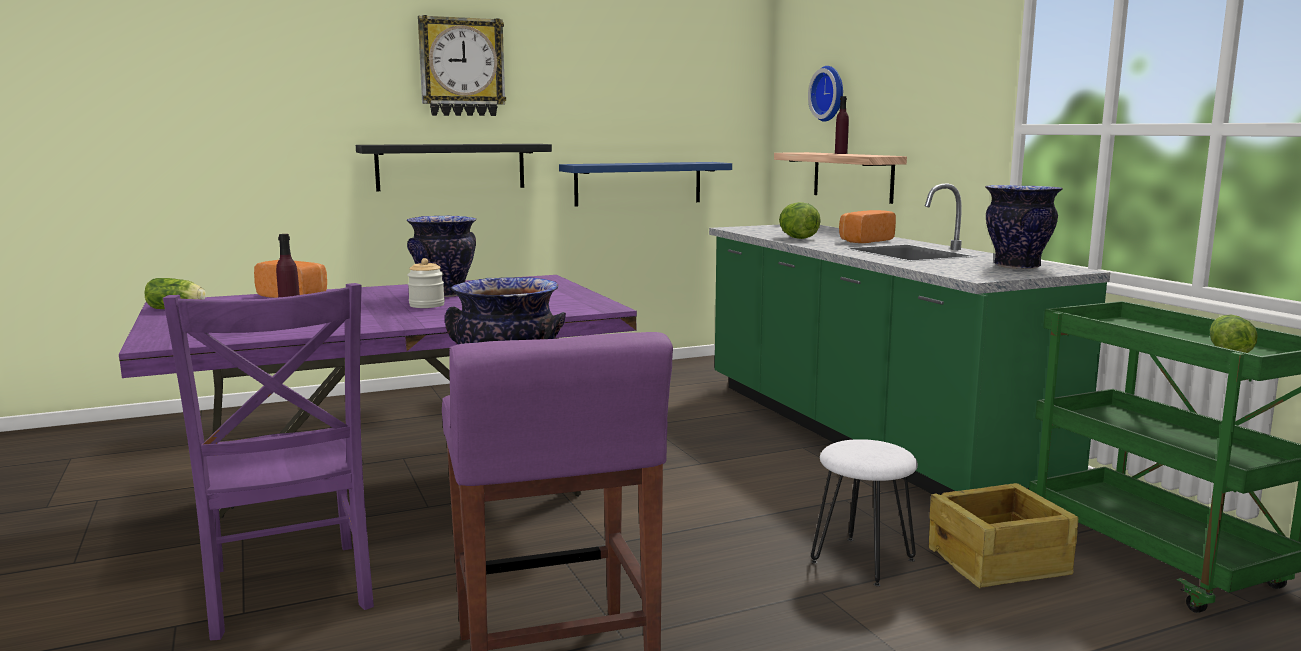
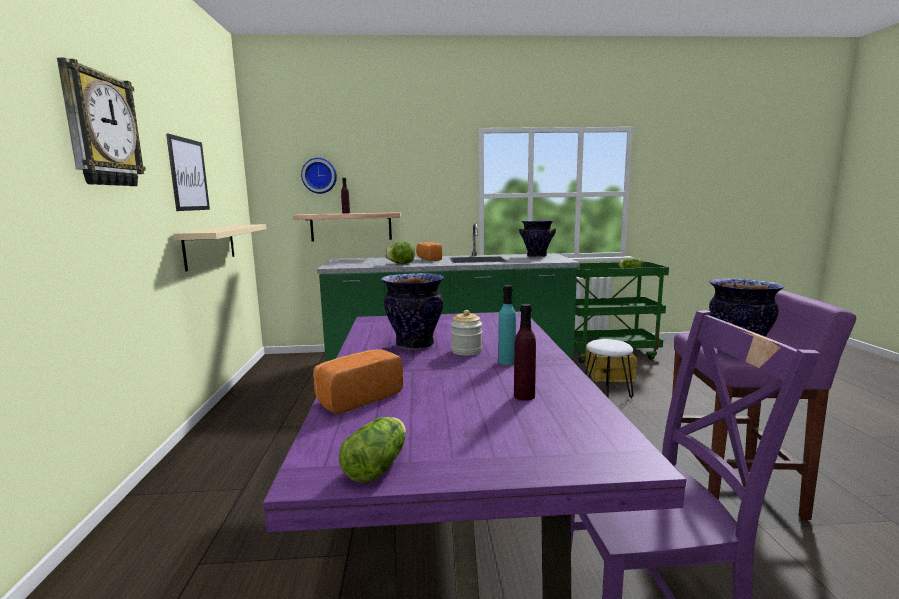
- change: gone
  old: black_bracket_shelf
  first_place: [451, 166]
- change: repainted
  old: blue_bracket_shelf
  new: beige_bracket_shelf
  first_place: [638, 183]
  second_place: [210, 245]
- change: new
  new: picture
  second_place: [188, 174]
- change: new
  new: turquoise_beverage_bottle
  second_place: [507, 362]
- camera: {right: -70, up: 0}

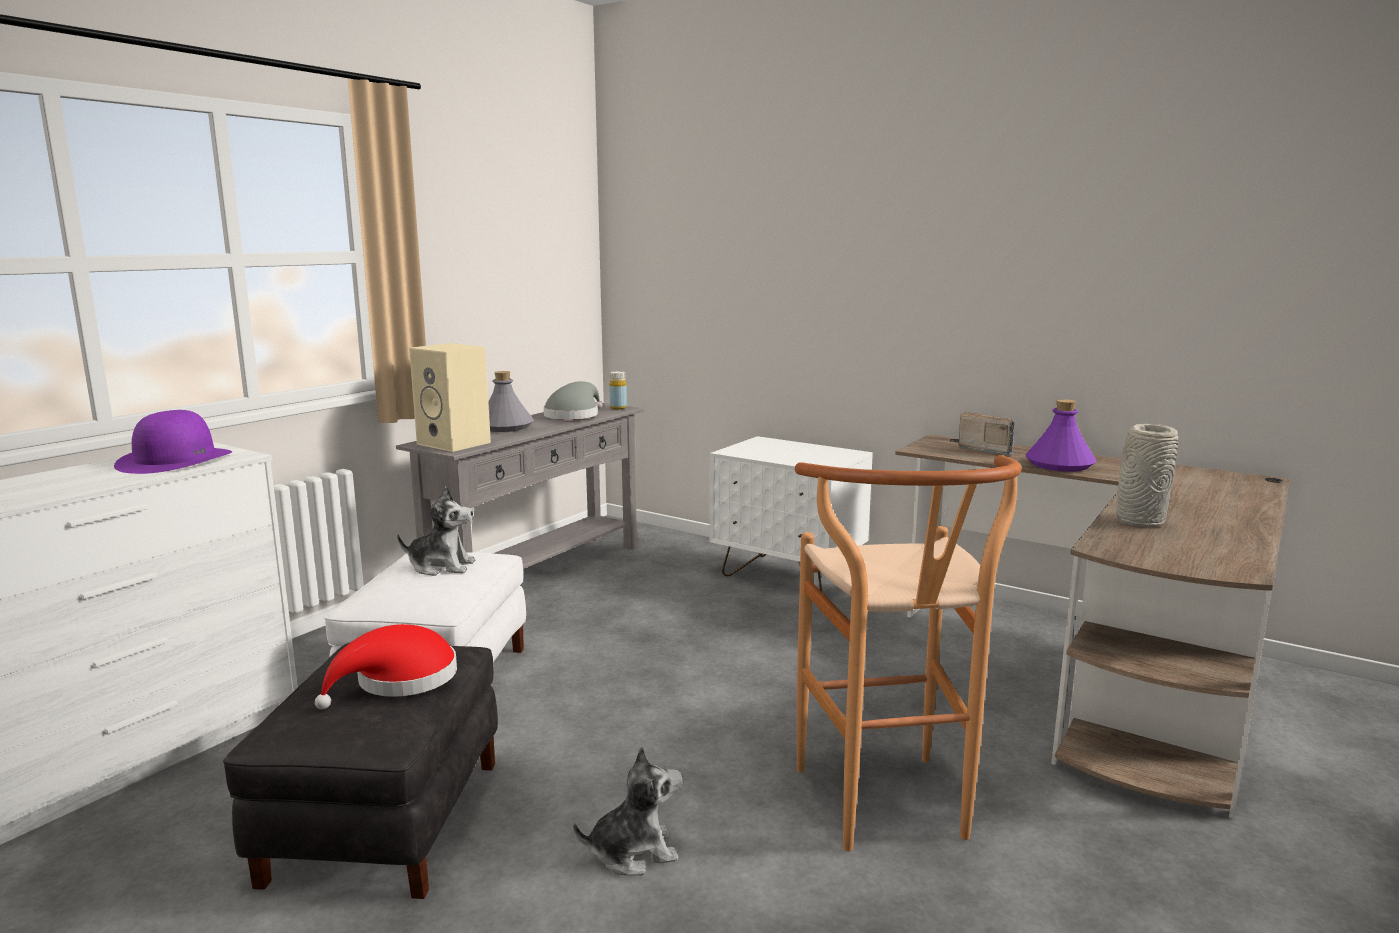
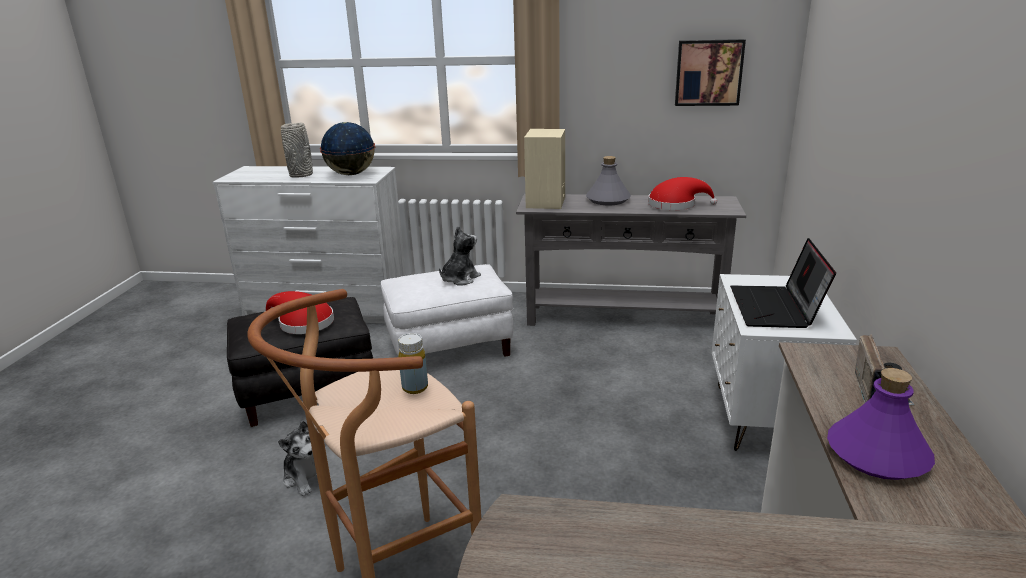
- change: shifted
  old: yellow-coloured_beverage_bottle
  first_place: [618, 408]
  second_place: [415, 387]
- change: repainted
  old: grey_clothing_hat
  new: red_clothing_hat
  first_place: [574, 415]
  second_place: [675, 205]
- change: swapped
  old: purple-coloured_clothing_hat
  new: globe
  first_place: [175, 460]
  second_place: [351, 174]
- change: shifted
  old: grey_flower_vase
  first_place: [1138, 521]
  second_place: [301, 175]
- change: rotated
  old: cuddly_toy
  first_place: [441, 566]
  second_place: [459, 279]
  degrees: -120
- change: new
  new: picture
  second_place: [708, 72]
- change: new
  new: laptop
  second_place: [776, 308]
- camera: {right: 65, up: 10}

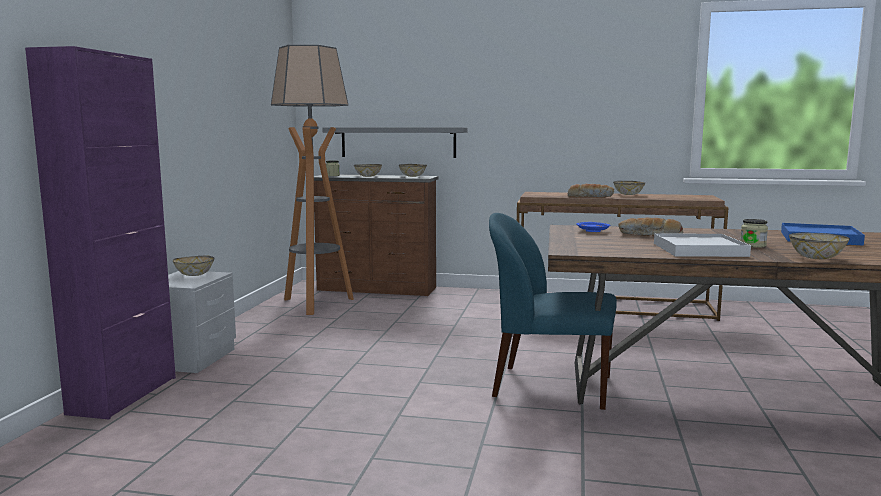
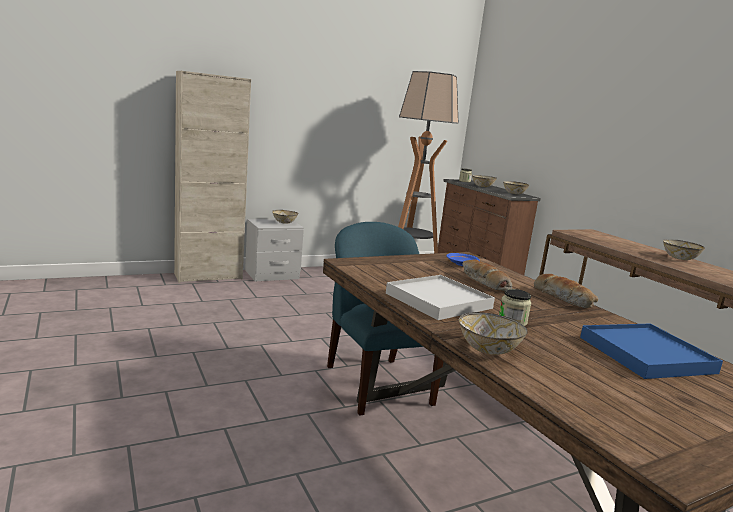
- change: repainted
  old: purple-coloured_cupboard
  new: beige_cupboard
  first_place: [124, 395]
  second_place: [208, 276]
- change: gone
  old: grey_bracket_shelf
  first_place: [398, 142]
- change: shifted
  old: bakery_bread
  first_place: [590, 196]
  second_place: [564, 298]
- camera: {right: 50, up: 5}

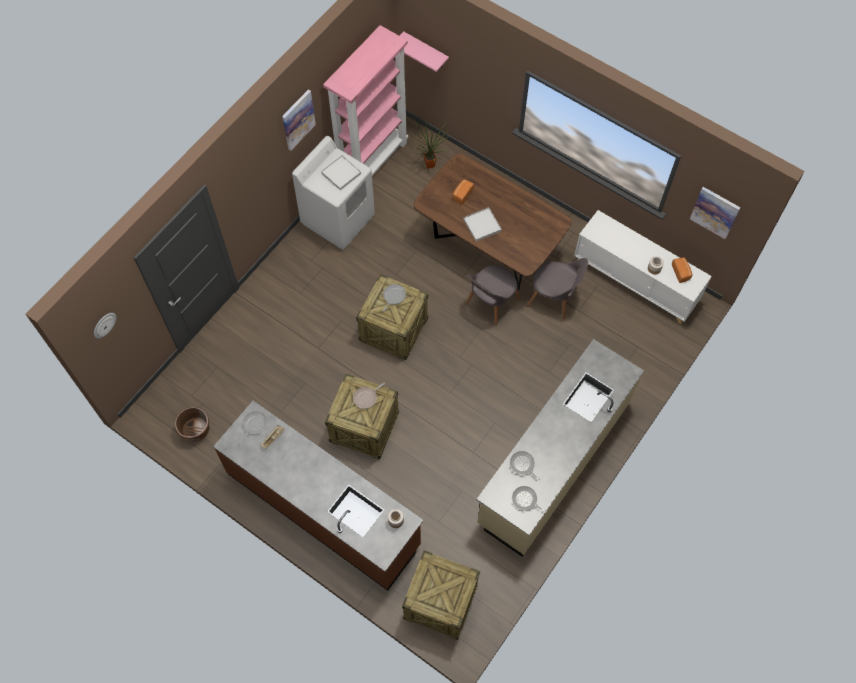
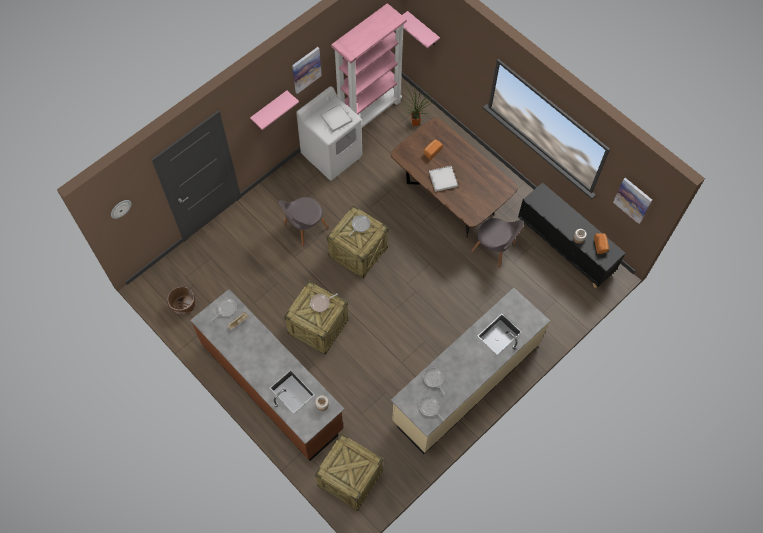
- change: repainted
  old: whitish_cupboard
  new: black_cupboard
  first_place: [635, 281]
  second_place: [565, 247]
- change: shifted
  old: grey_chair
  first_place: [491, 302]
  second_place: [304, 227]
- change: new
  new: pink-coloured_bracket_shelf
  second_place: [269, 109]
- camera: {right: 10, up: 0}

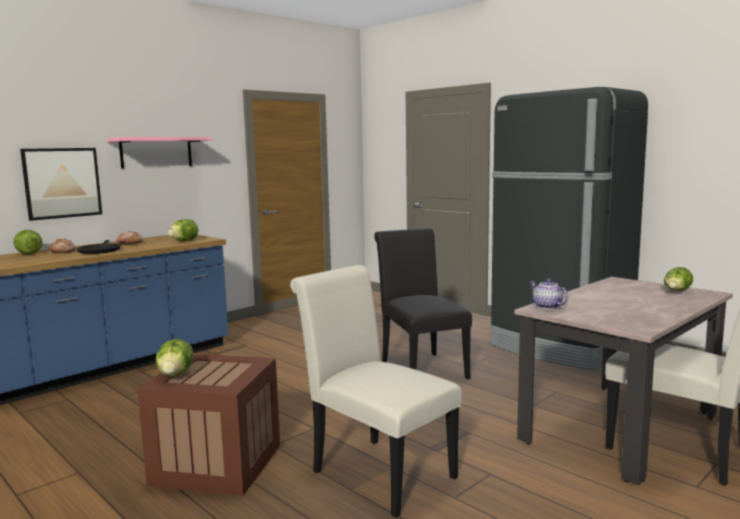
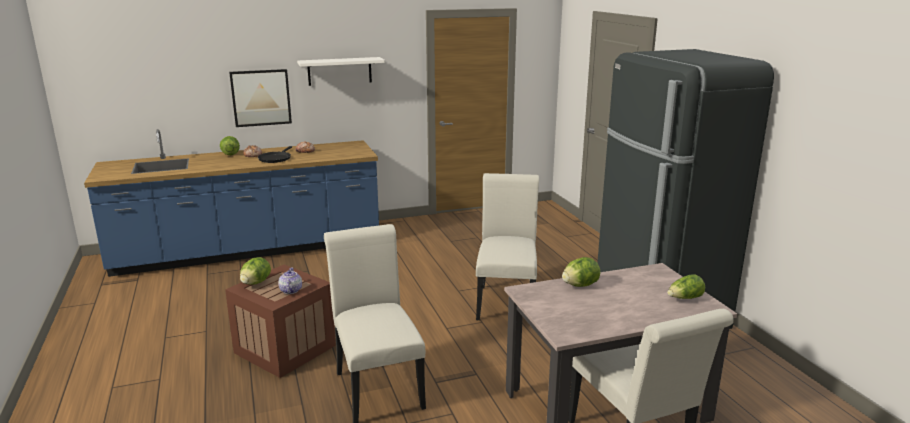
- change: repainted
  old: pink-coloured_bracket_shelf
  new: whitish_bracket_shelf
  first_place: [156, 152]
  second_place: [339, 71]
- change: shifted
  old: lettuce_head
  first_place: [184, 241]
  second_place: [580, 285]
- change: repainted
  old: black_chair
  new: whitish_chair
  first_place: [421, 367]
  second_place: [506, 301]
- change: shifted
  old: tea_pot
  first_place: [547, 306]
  second_place: [290, 290]
- camera: {right: 25, up: 10}

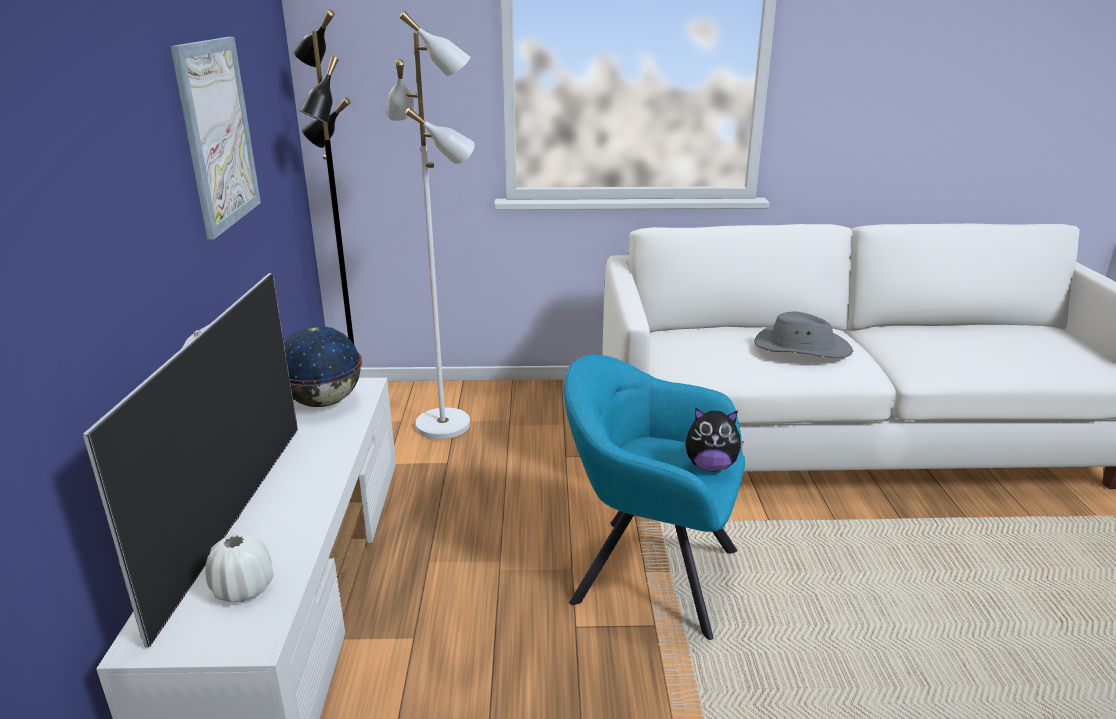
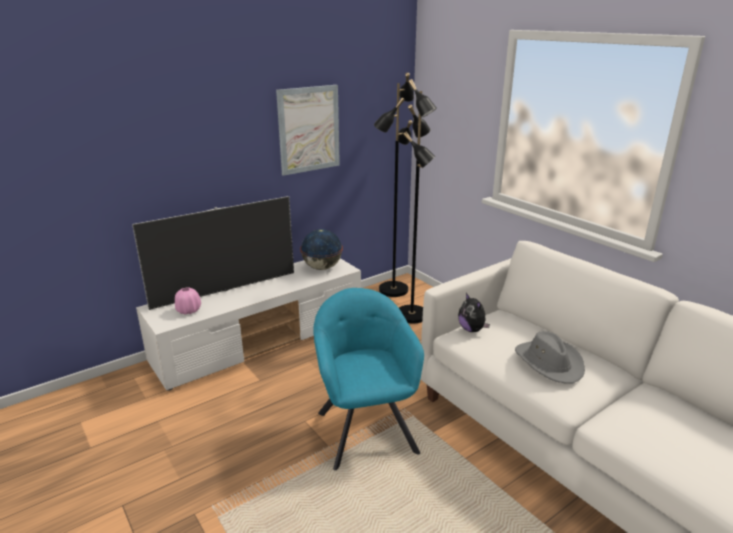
- change: repainted
  old: whitish_standing_lamp
  new: black_standing_lamp
  first_place: [444, 424]
  second_place: [413, 315]
- change: shifted
  old: cuddly_toy
  first_place: [710, 466]
  second_place: [472, 329]
- change: repainted
  old: whitish_flower_vase
  new: pink-coloured_flower_vase
  first_place: [243, 589]
  second_place: [188, 310]
- camera: {right: 55, up: 0}

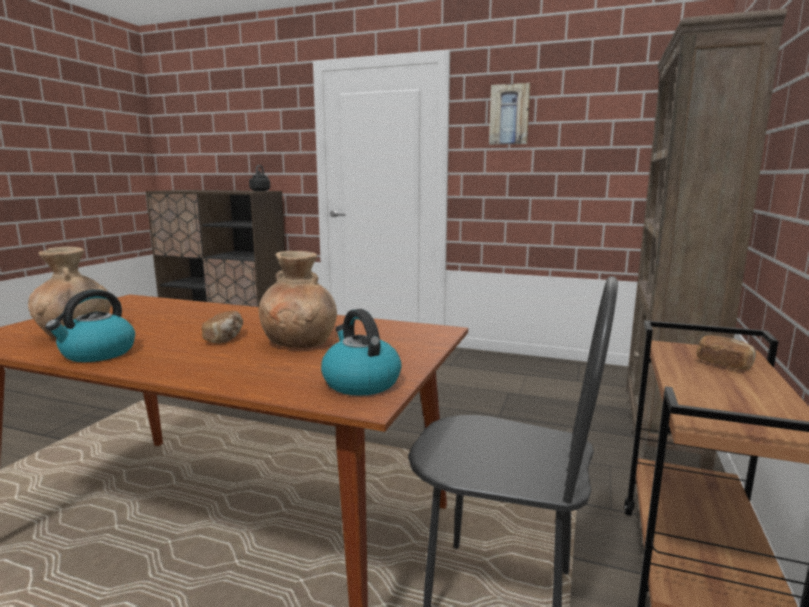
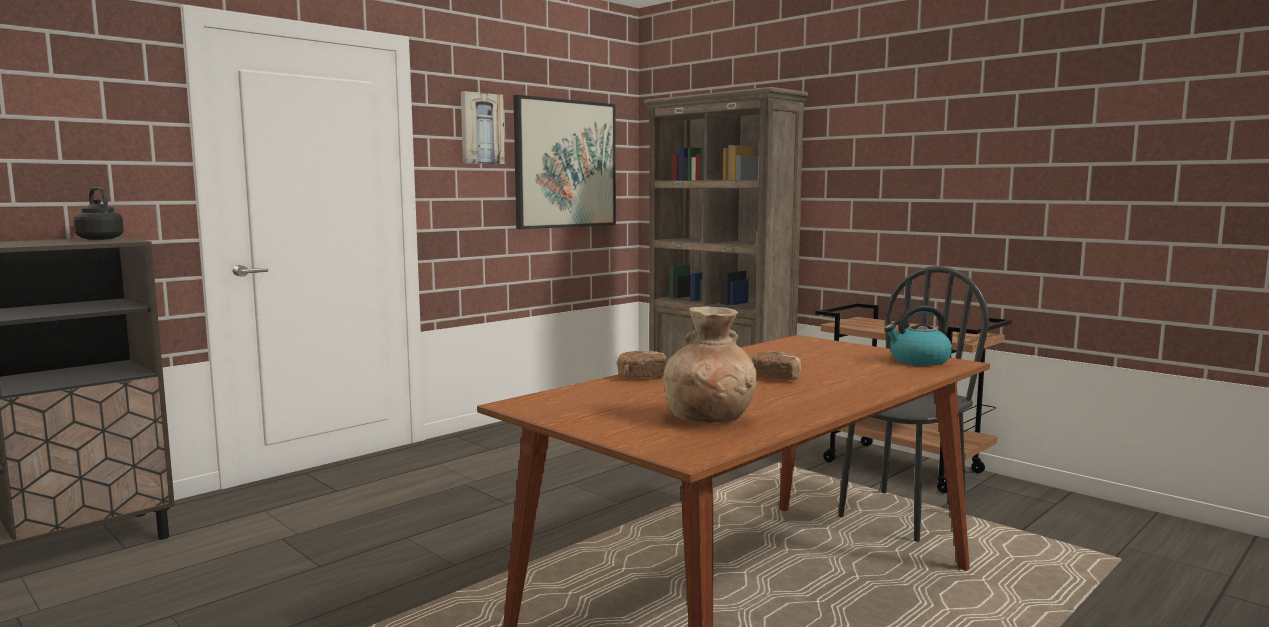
- change: gone
  old: brownish_flower_vase
  first_place: [300, 343]
- change: gone
  old: tea_kettle
  first_place: [97, 353]
- change: shifted
  old: bakery_bread
  first_place: [723, 364]
  second_place: [642, 377]
- change: new
  new: picture
  second_place: [565, 164]
- camera: {right: -65, up: -5}

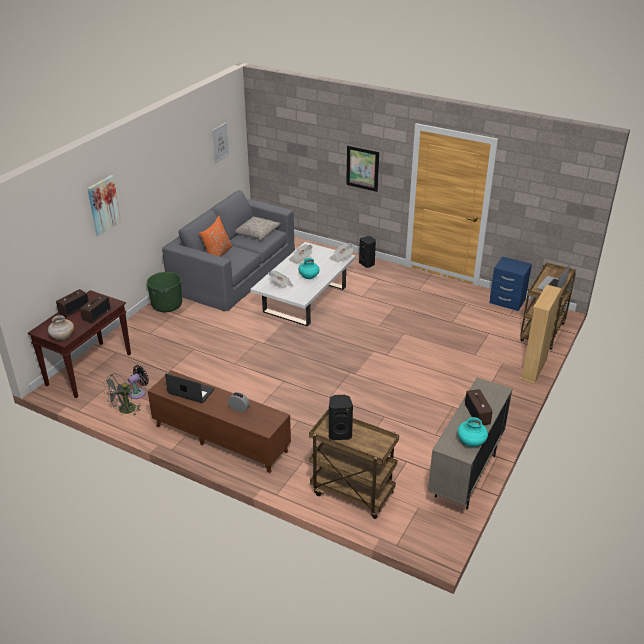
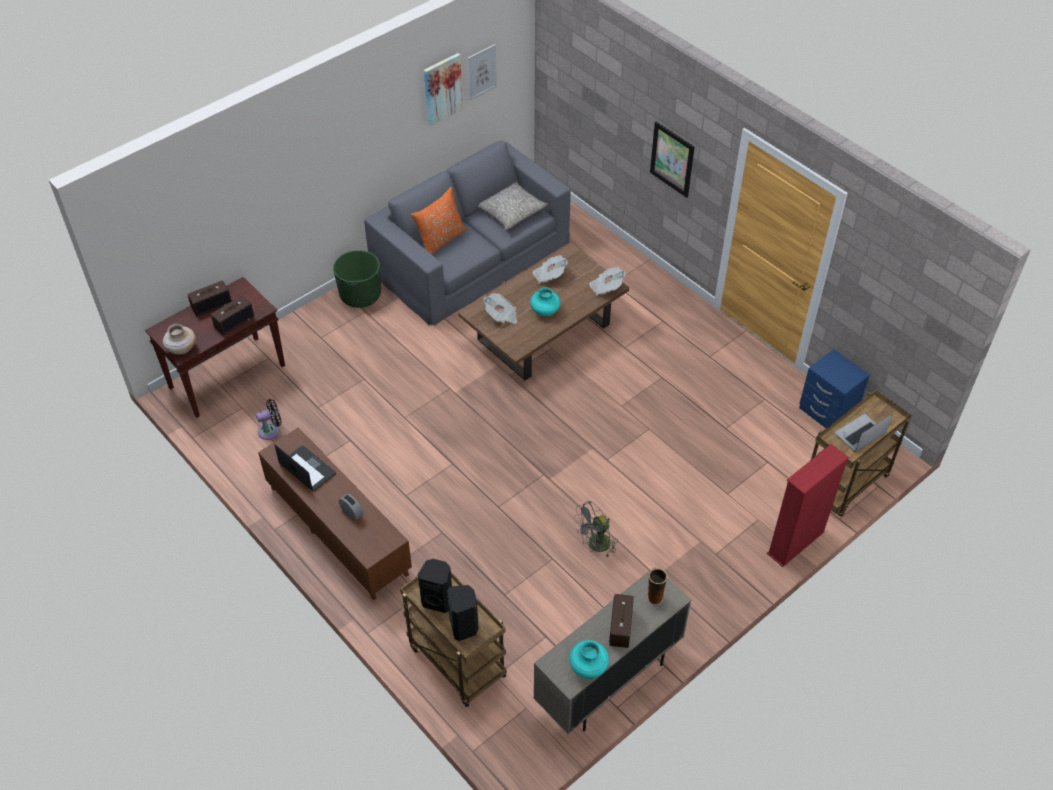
- change: shifted
  old: picture
  first_place: [103, 205]
  second_place: [442, 89]
- change: shifted
  old: black_audio_speaker
  first_place: [367, 264]
  second_place: [464, 626]
- change: repainted
  old: whitish_low_table
  new: brownish_low_table
  first_place: [305, 299]
  second_place: [544, 331]
- change: repainted
  old: beige_bookcase
  new: red_bookcase
  first_place: [533, 369]
  second_place: [795, 543]
- change: shifted
  old: grey_electric_fan
  first_place: [124, 411]
  second_place: [595, 546]
- change: new
  new: flower_vase
  second_place: [654, 597]
- camera: {right: 20, up: 15}

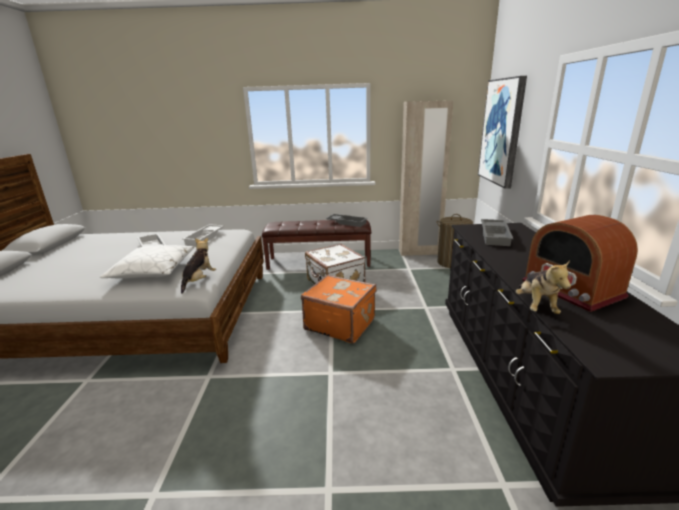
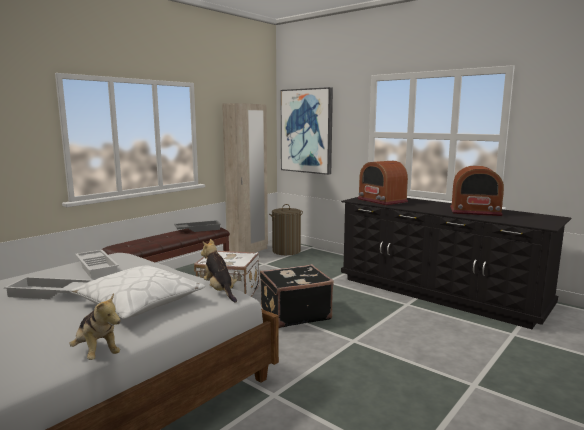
- change: swapped
  old: grey_tray
  new: radio_set
  first_place: [495, 236]
  second_place: [381, 200]
- change: shifted
  old: cuddly_toy
  first_place: [536, 306]
  second_place: [96, 353]
- change: repainted
  old: orangey_piece_of_luggage
  new: black_piece_of_luggage
  first_place: [340, 324]
  second_place: [294, 314]
- camera: {right: -50, up: -10}

